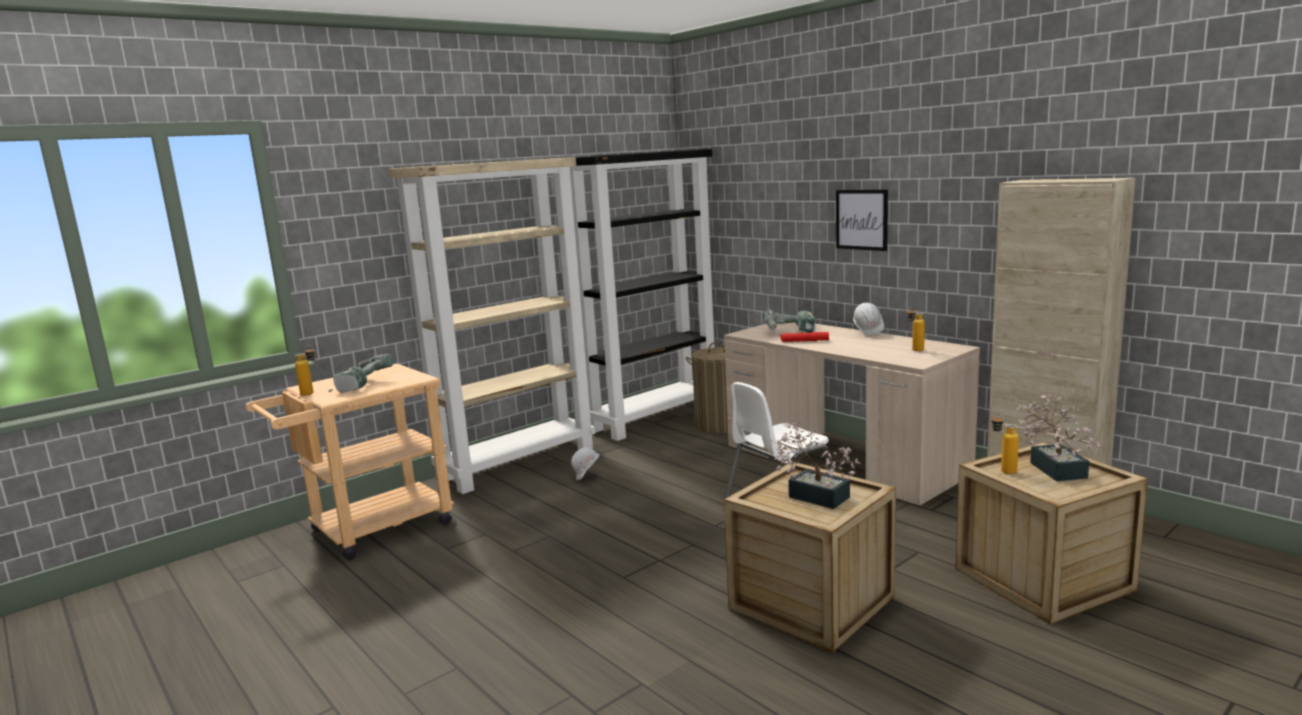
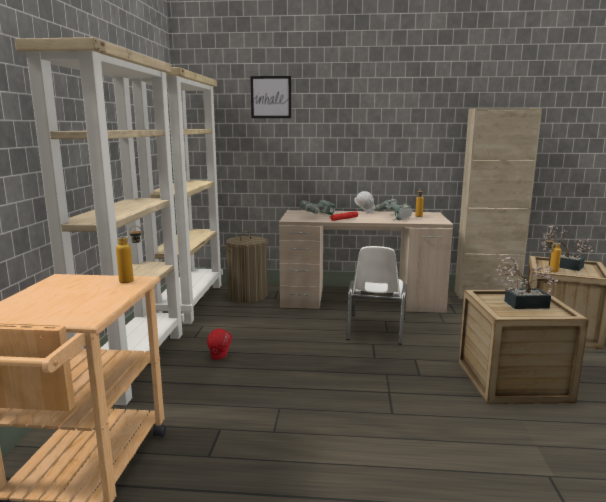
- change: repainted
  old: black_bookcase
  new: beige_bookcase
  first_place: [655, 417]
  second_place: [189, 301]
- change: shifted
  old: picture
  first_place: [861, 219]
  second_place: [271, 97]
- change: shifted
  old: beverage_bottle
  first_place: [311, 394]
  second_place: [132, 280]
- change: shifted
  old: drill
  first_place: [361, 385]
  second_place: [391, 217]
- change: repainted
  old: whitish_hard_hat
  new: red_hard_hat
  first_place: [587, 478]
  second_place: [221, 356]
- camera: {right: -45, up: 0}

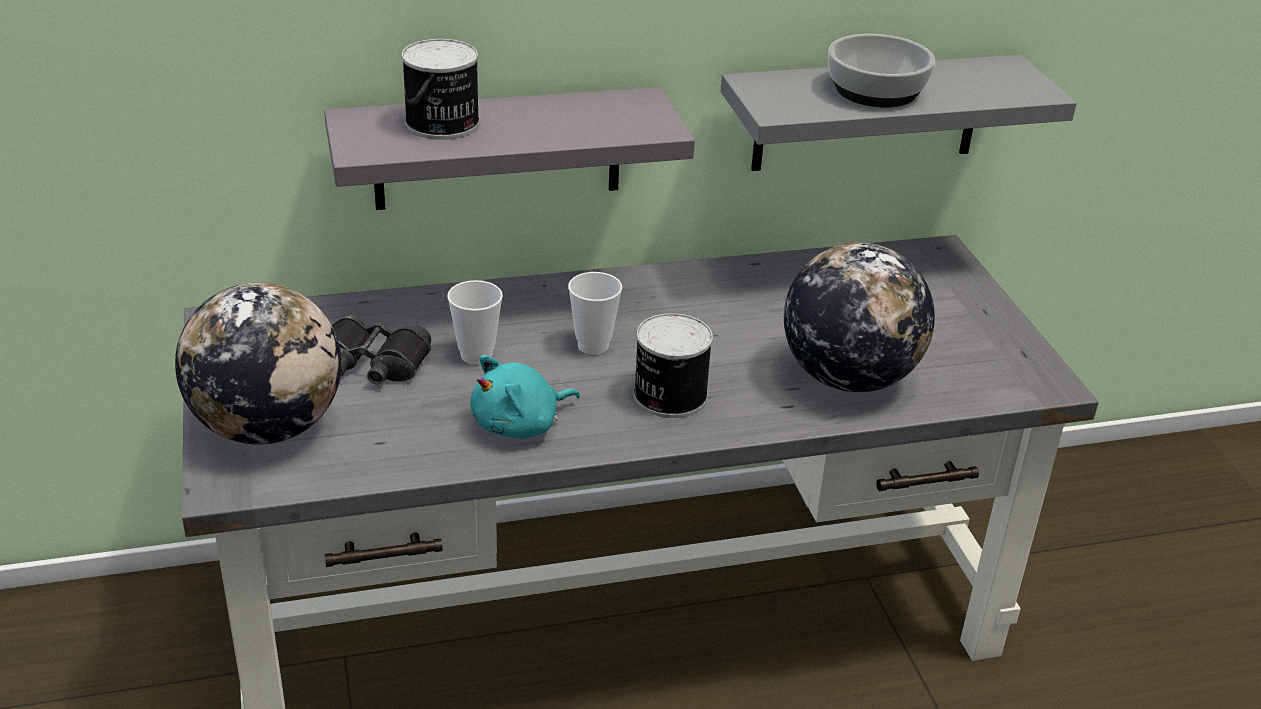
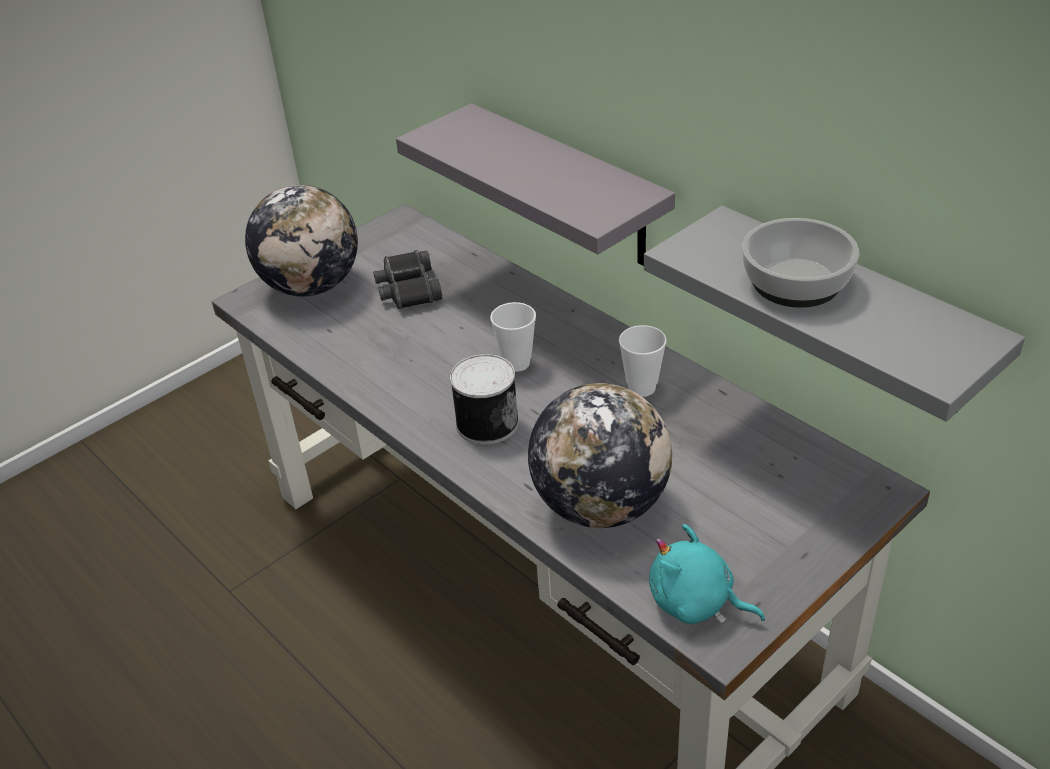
- change: gone
  old: metal_can
  first_place: [442, 124]
- change: shifted
  old: small_cup
  first_place: [476, 355]
  second_place: [642, 388]
- change: shifted
  old: turquoise_cuddly_toy
  first_place: [520, 425]
  second_place: [696, 603]
- camera: {right: 65, up: 5}

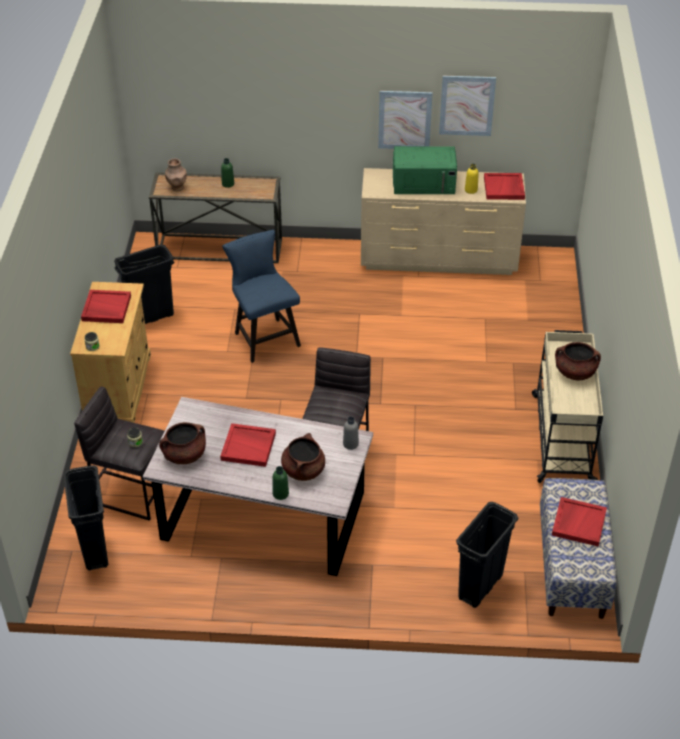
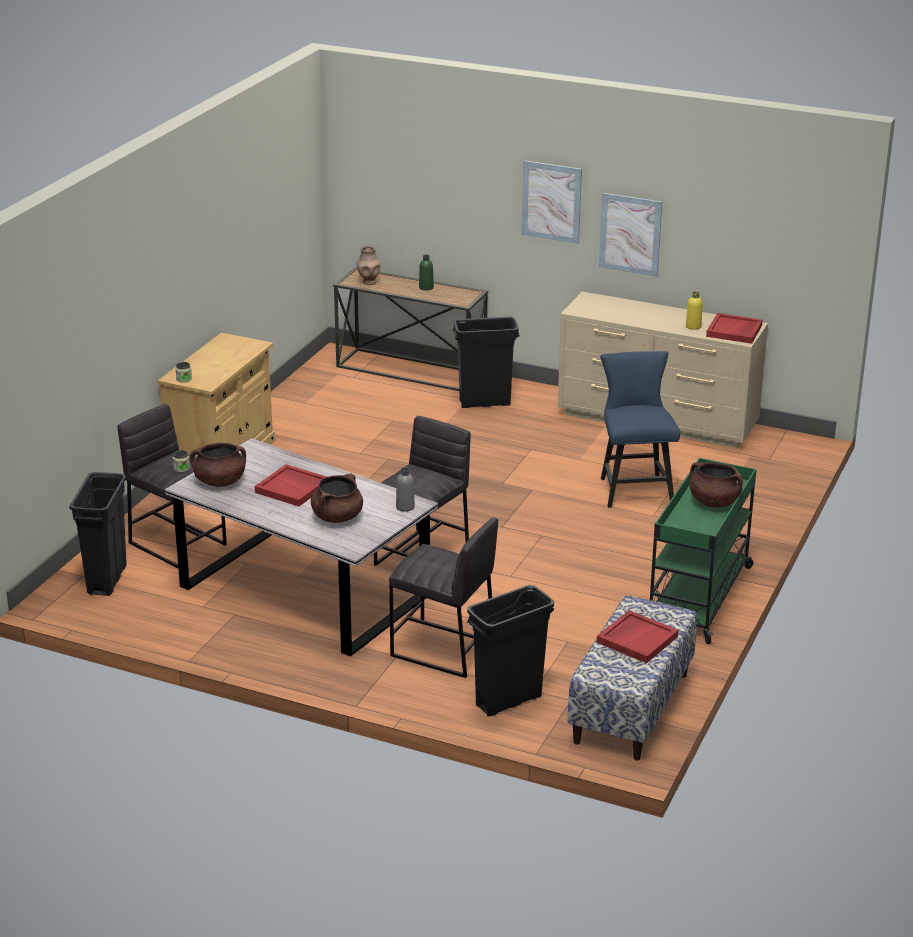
- change: shifted
  old: picture
  first_place: [467, 105]
  second_place: [551, 201]
- change: gone
  old: greenish_kitchen_microwave
  first_place: [424, 182]
- change: shifted
  old: blue_chair
  first_place: [264, 337]
  second_place: [634, 488]
- change: shifted
  old: black_trash_can
  first_place: [151, 317]
  second_place: [485, 403]
- change: gone
  old: red_tray
  first_place: [106, 308]
- change: repainted
  old: beige_trolley
  new: greenish_trolley
  first_place: [561, 437]
  second_place: [699, 596]
- change: gone
  old: greenish_beverage_bottle
  first_place: [280, 494]
- change: new
  new: grey_stool
  second_place: [443, 650]
- camera: {right: 20, up: -15}

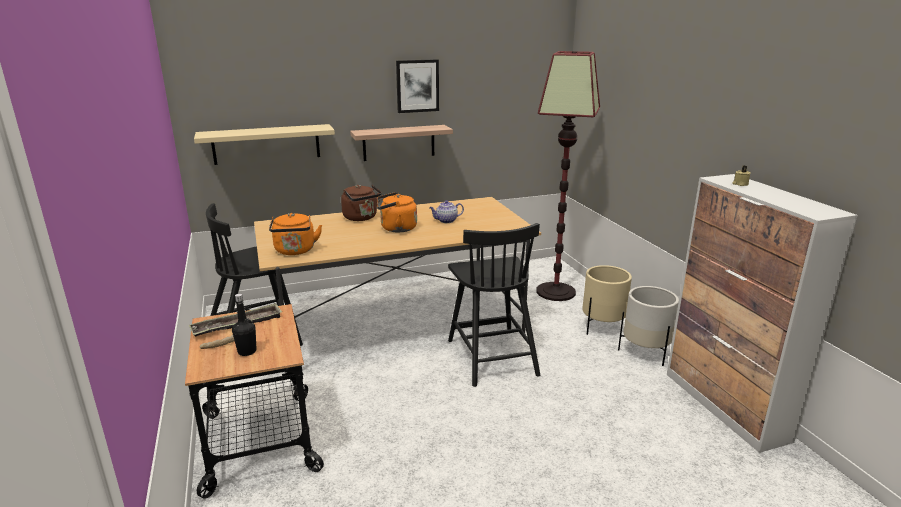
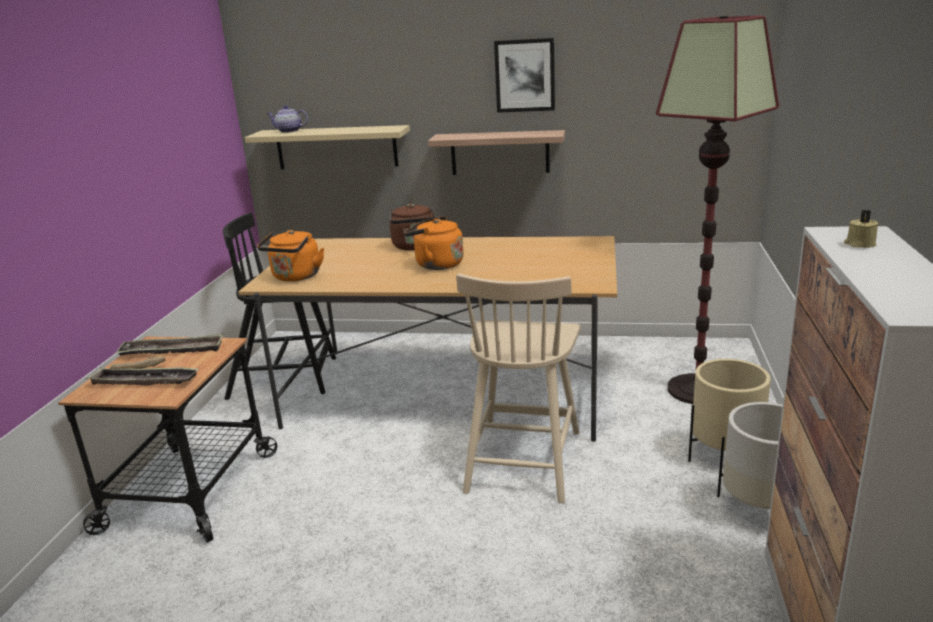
- change: shifted
  old: tea_pot
  first_place: [446, 221]
  second_place: [288, 131]
- change: repainted
  old: black_chair
  new: beige_chair
  first_place: [491, 356]
  second_place: [523, 459]
- change: swapped
  old: black_beverage_bottle
  new: tray
  first_place: [247, 351]
  second_place: [144, 382]
- camera: {right: 30, up: 0}

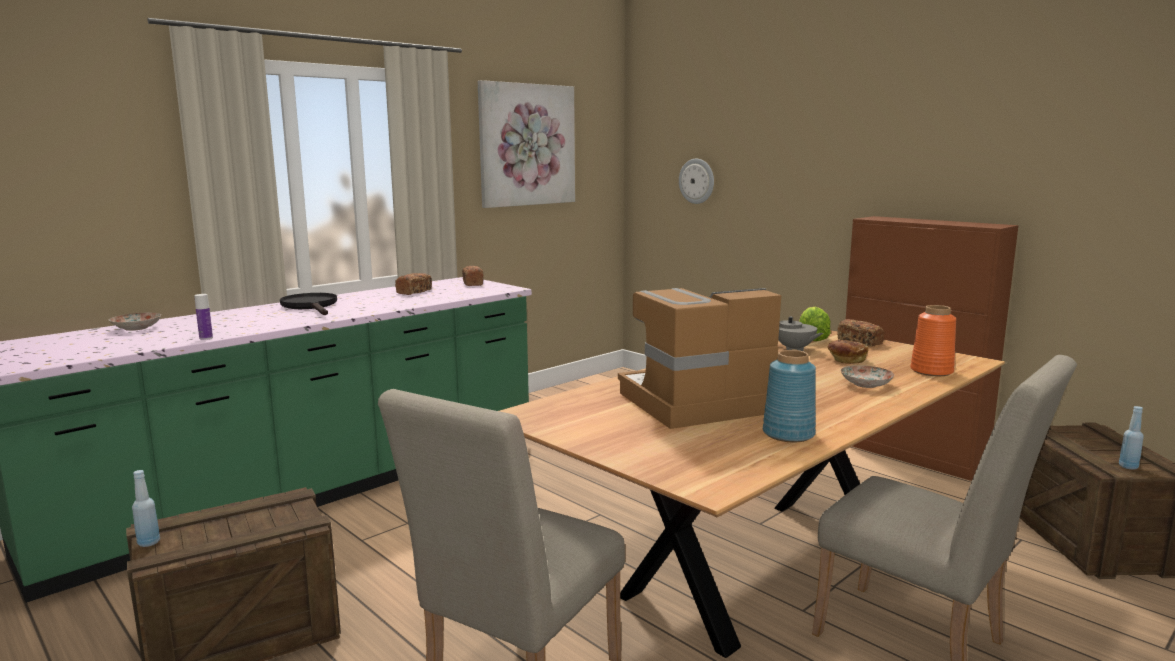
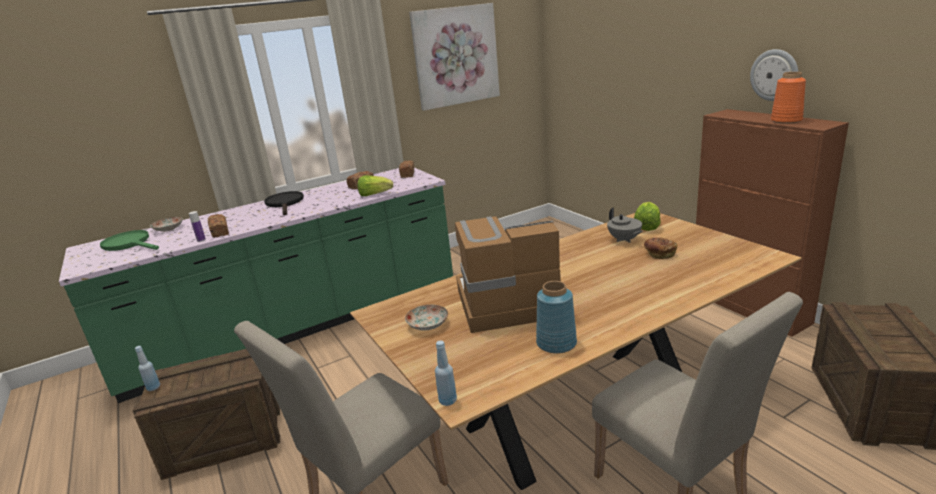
- change: shifted
  old: clock_on_the_wall
  first_place: [697, 181]
  second_place: [774, 75]
- change: shifted
  old: orangey_flower_vase
  first_place: [932, 371]
  second_place: [786, 120]
- change: shifted
  old: bakery_bread
  first_place: [860, 342]
  second_place: [220, 232]
- change: shifted
  old: flat_dish
  first_place: [866, 384]
  second_place: [428, 325]
- change: shifted
  old: blue_beverage_bottle
  first_place: [1128, 467]
  second_place: [448, 401]
- change: new
  new: lettuce_head
  second_place: [374, 194]
- change: new
  new: greenish_skillet
  second_place: [130, 244]
- camera: {right: 15, up: 10}

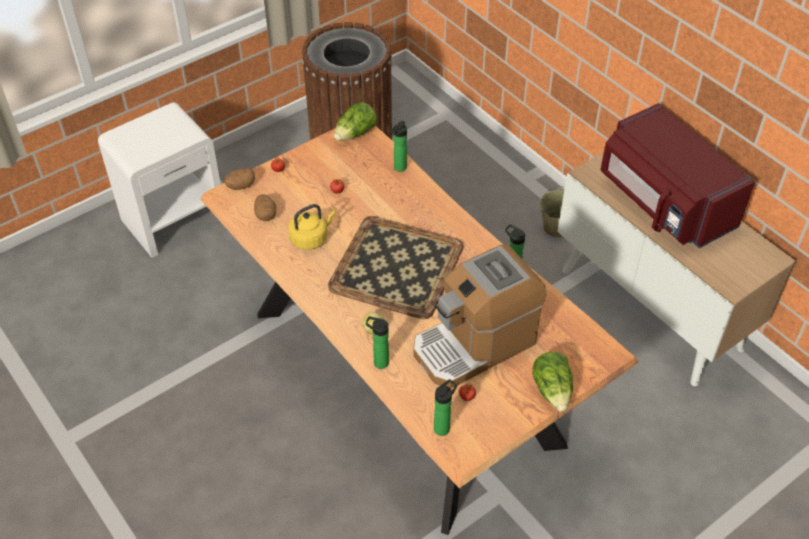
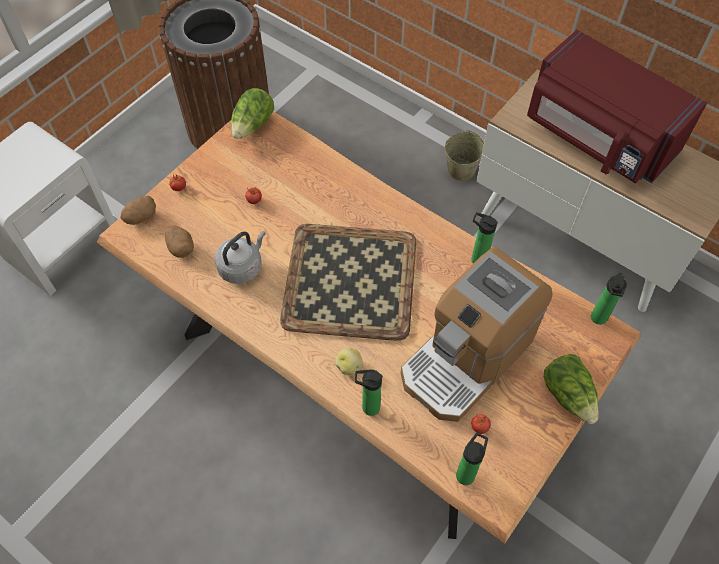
- change: shifted
  old: beverage_bottle
  first_place: [399, 168]
  second_place: [598, 320]
- change: repainted
  old: yellow-coloured_tea_kettle
  new: grey_tea_kettle
  first_place: [311, 238]
  second_place: [242, 267]
- camera: {right: -15, up: 10}

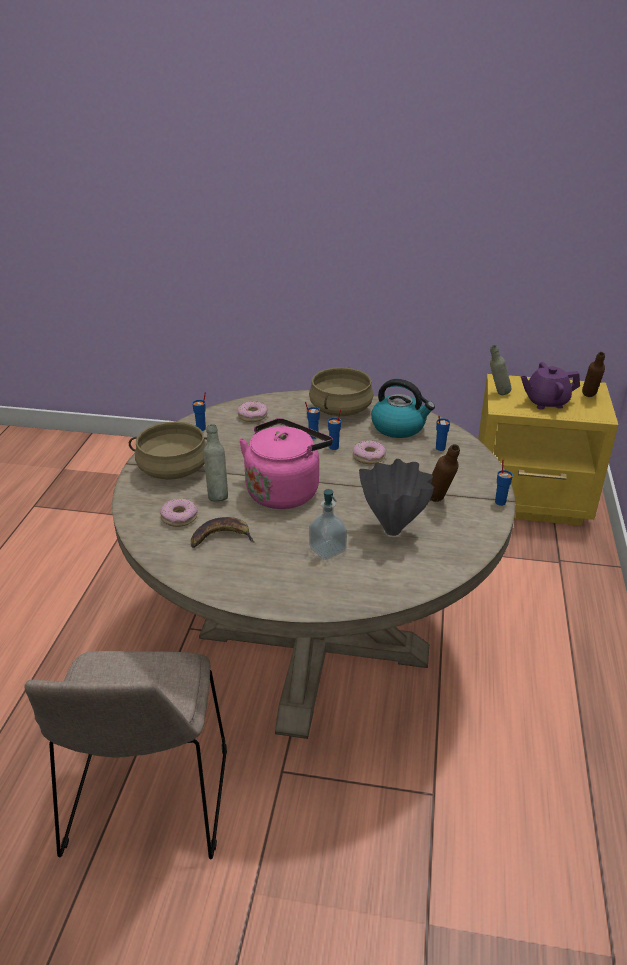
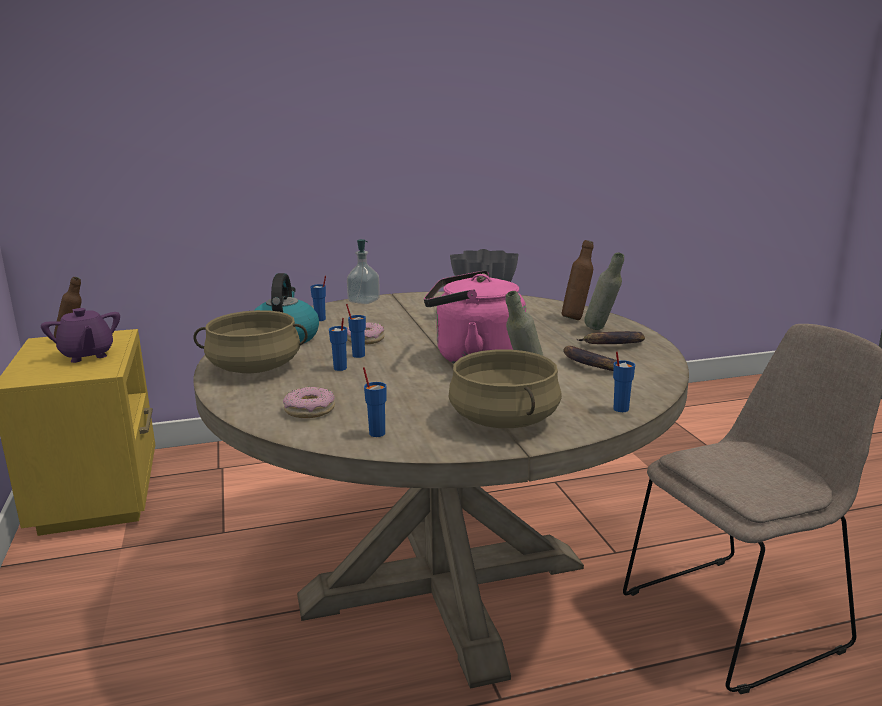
- change: shifted
  old: grey_beverage_bottle
  first_place: [497, 394]
  second_place: [602, 330]
- change: shifted
  old: brownish_beverage_bottle
  first_place: [439, 503]
  second_place: [576, 318]
- change: shifted
  old: blue_small_cup
  first_place: [500, 502]
  second_place: [620, 409]
- change: shifted
  old: soap_dispenser
  first_place: [327, 550]
  second_place: [364, 301]
- change: gone
  old: donut
  first_place: [179, 517]
- change: new
  new: banana
  second_place: [613, 344]
- camera: {right: -115, up: -15}

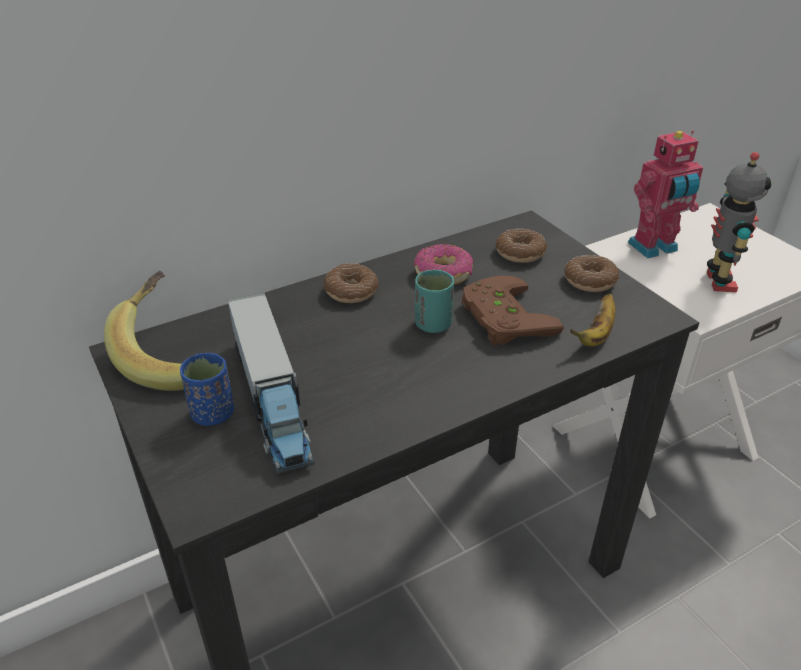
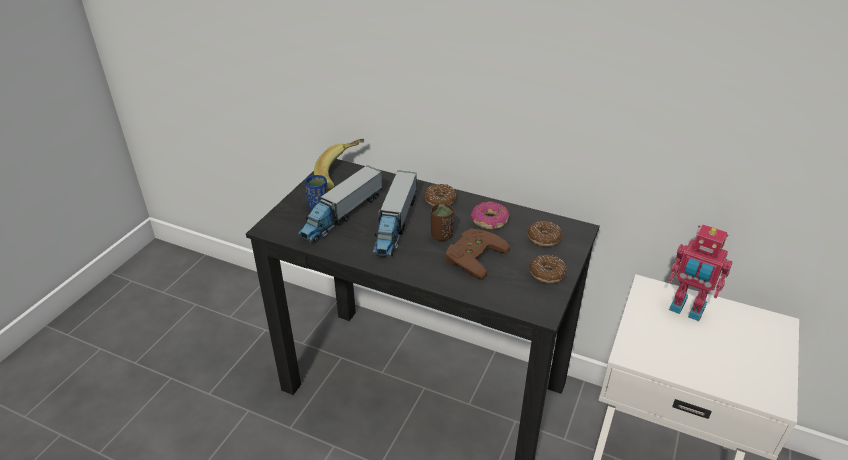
- change: gone
  old: robot_figure
  first_place: [717, 282]
- change: repainted
  old: turquoise_small_cup
  new: brownish_small_cup
  first_place: [433, 324]
  second_place: [441, 235]
- change: gone
  old: banana
  first_place: [596, 335]
- change: new
  new: toy_lorry
  second_place: [395, 224]
- camera: {right: 55, up: 0}

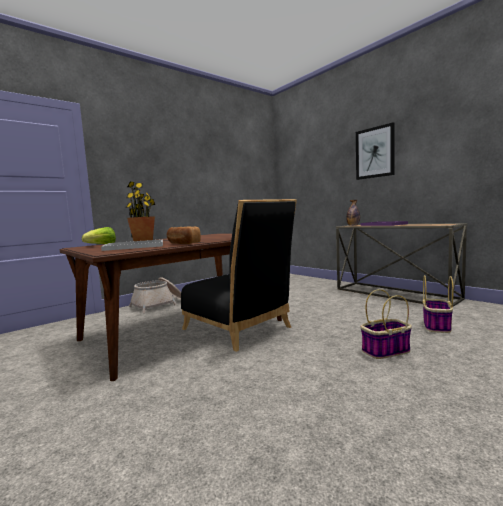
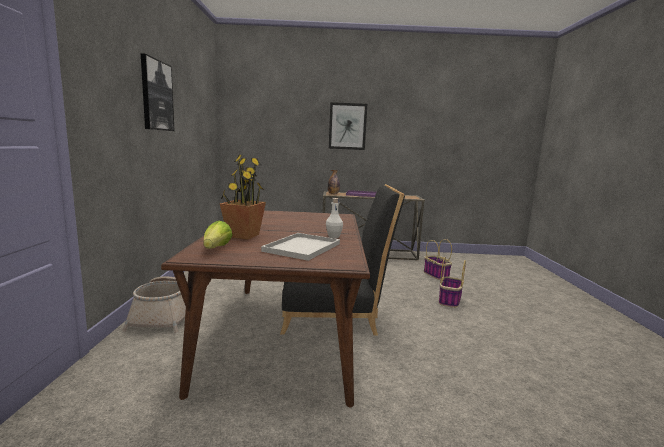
- change: swapped
  old: bakery_bread
  new: whitish_beverage_bottle
  first_place: [182, 243]
  second_place: [333, 237]
- change: new
  new: picture
  second_place: [156, 95]
- camera: {right: -50, up: 5}

